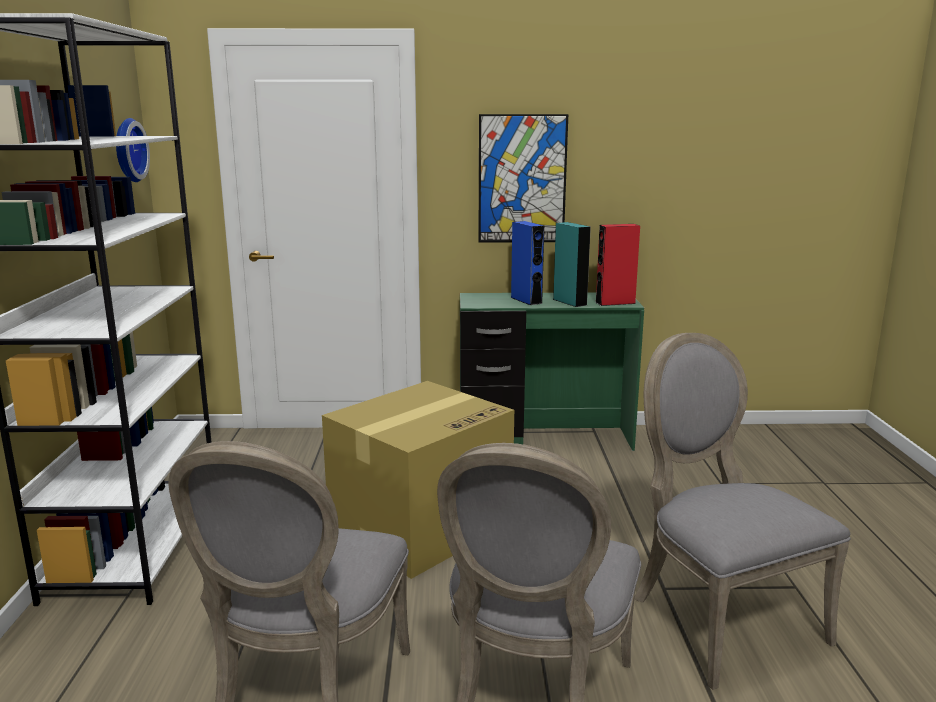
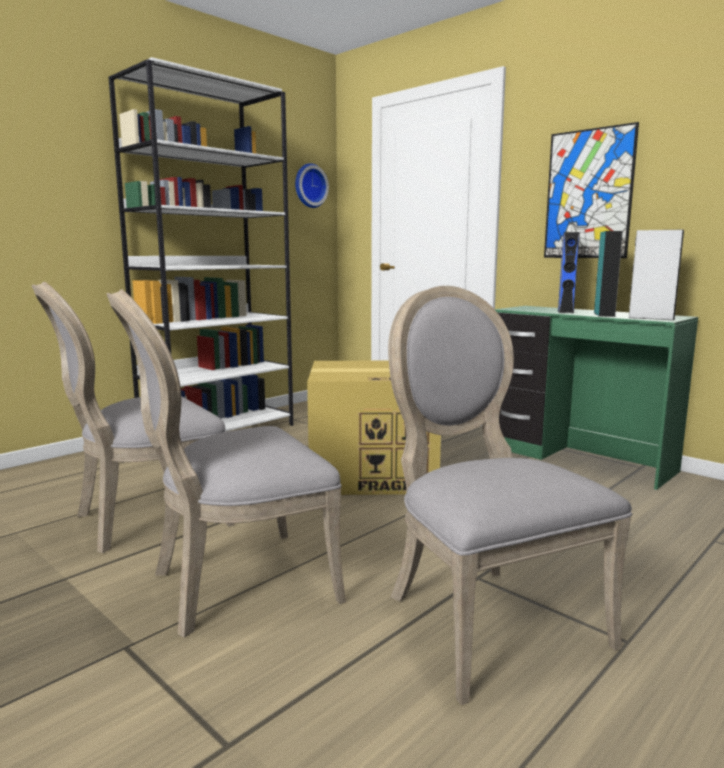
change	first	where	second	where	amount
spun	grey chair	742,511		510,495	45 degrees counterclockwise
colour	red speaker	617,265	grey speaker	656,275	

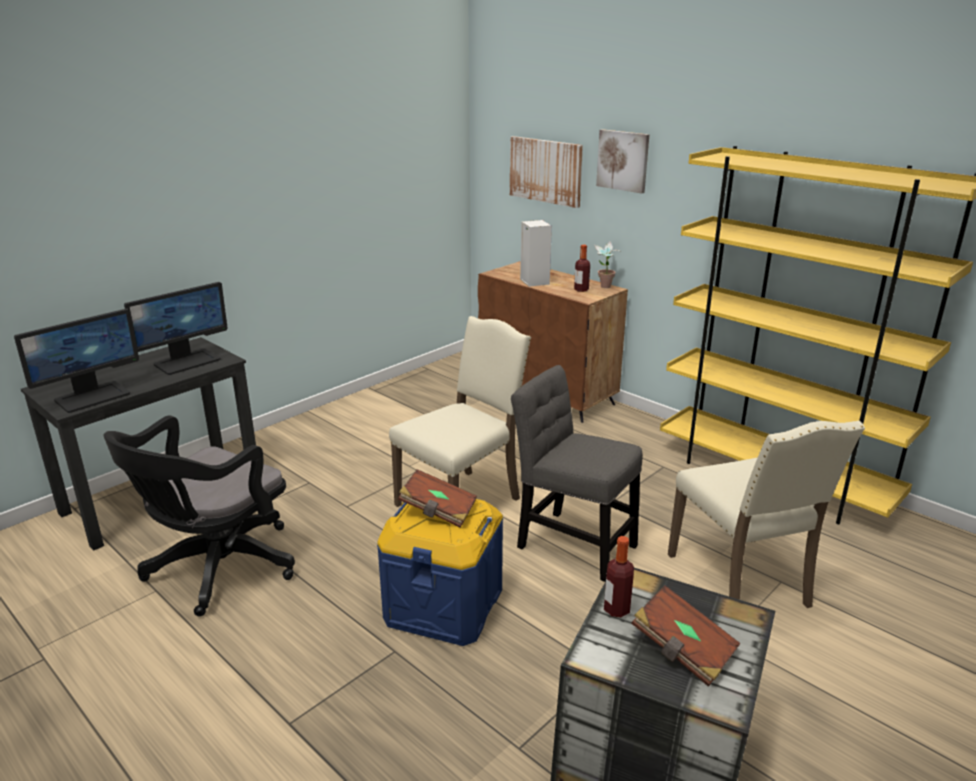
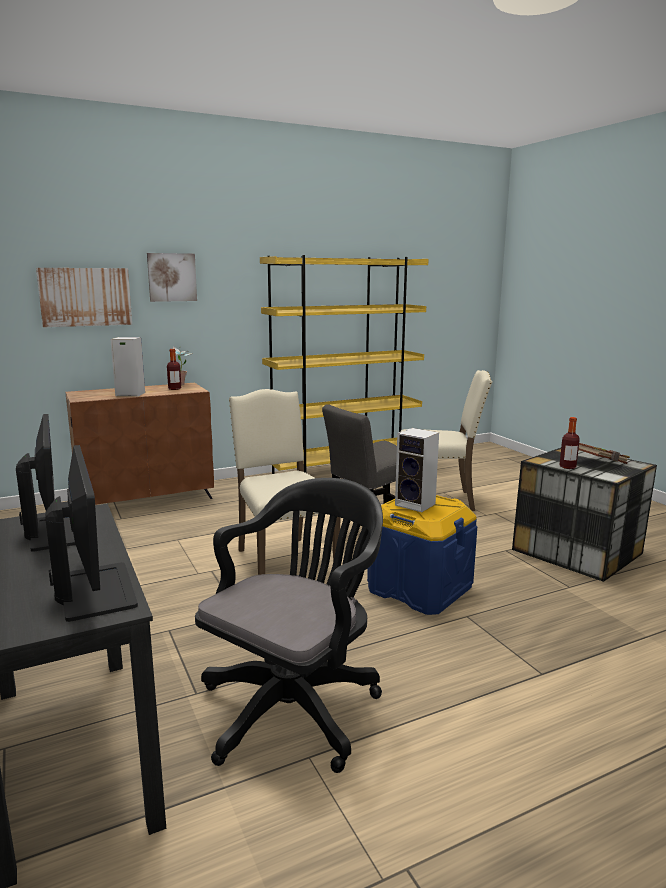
change	first	where	second	where	amount
spun	black office chair	199,516		289,625	105 degrees counterclockwise
exchanged	brown book	437,498	speaker	417,470	

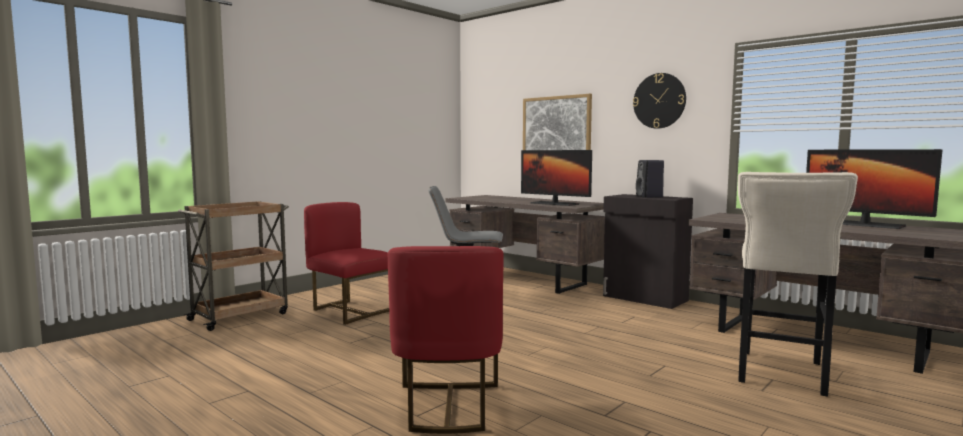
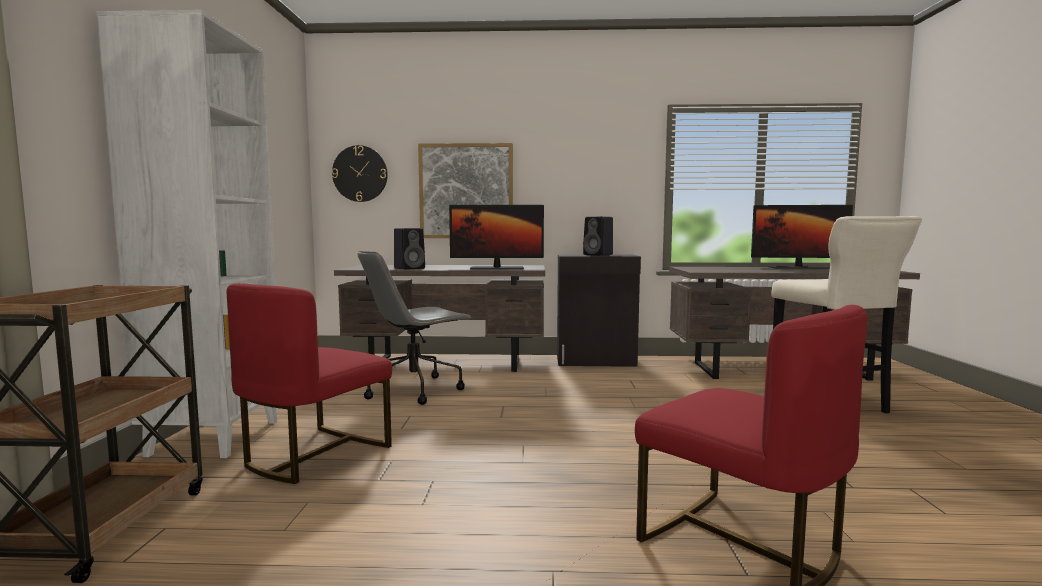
change	first	where	second	where	amount
appeared			white bookcase	186,234	
spun	red chair	346,263		309,383	60 degrees counterclockwise
relocated	wall clock	659,101		360,173	
appeared			black speaker	409,249	

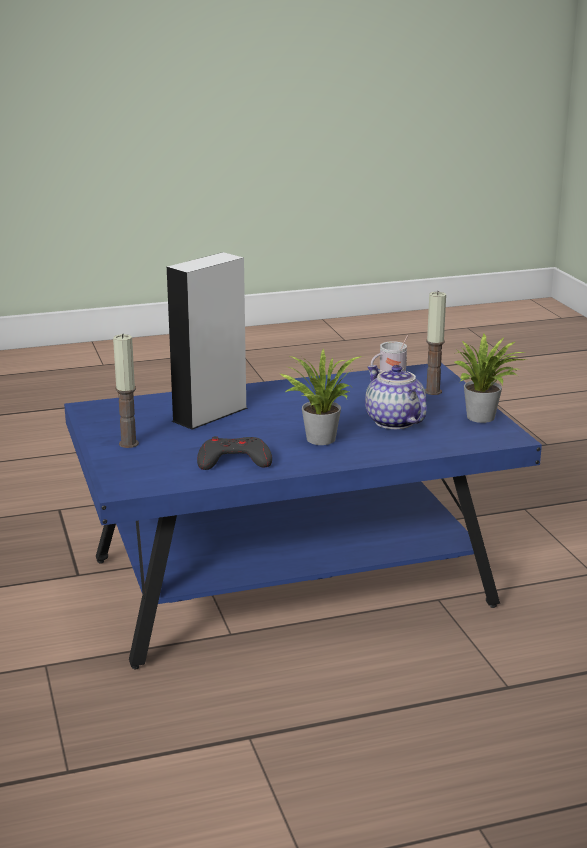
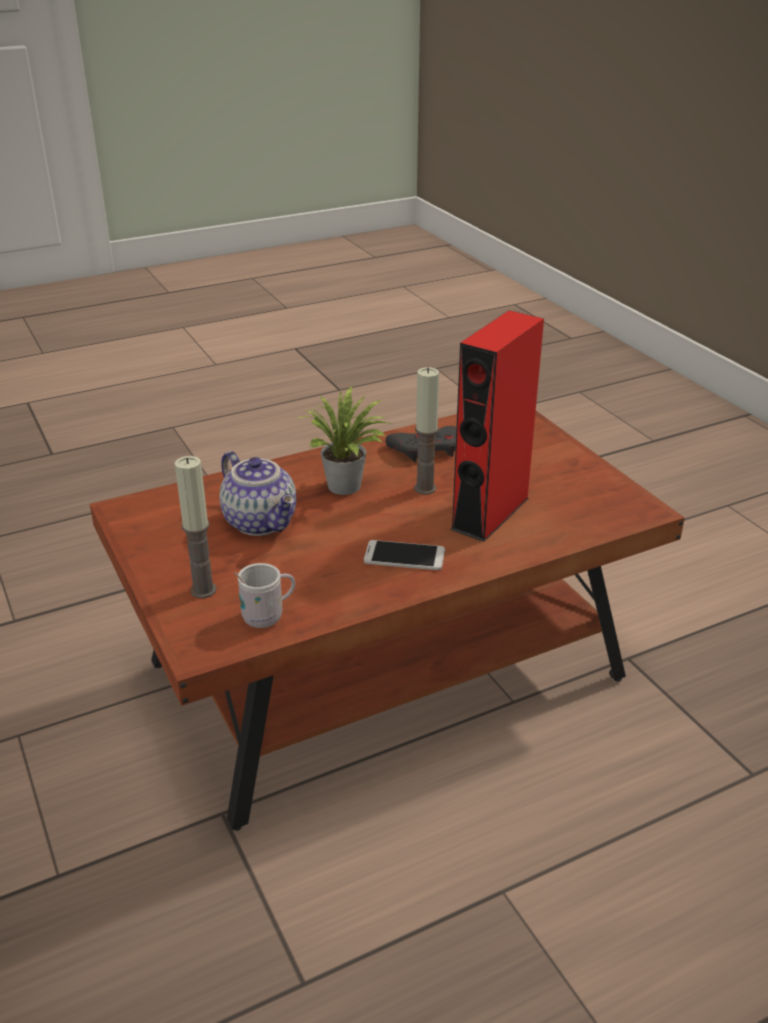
change	first	where	second	where	amount
colour	blue coffee table	303,516	brown coffee table	387,621	
appeared			phone	404,555	
relocated	candle	126,391		426,430	
colour	white speaker	207,341	red speaker	497,426	
missing	potted plant	490,378			

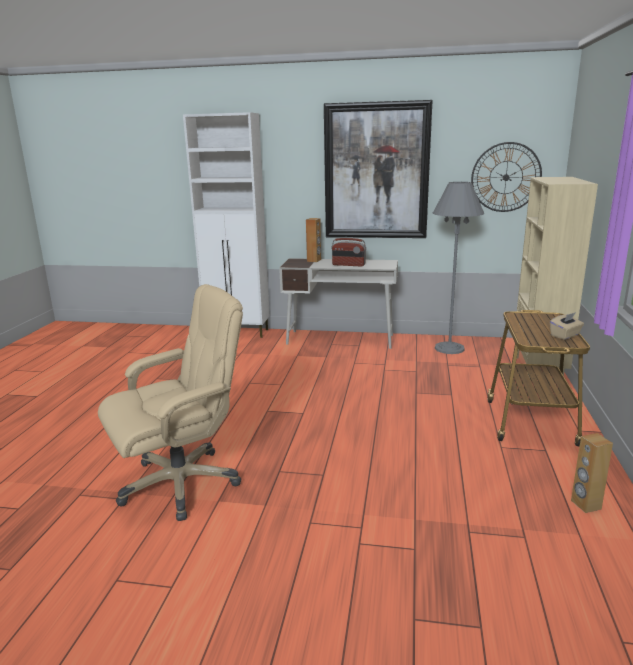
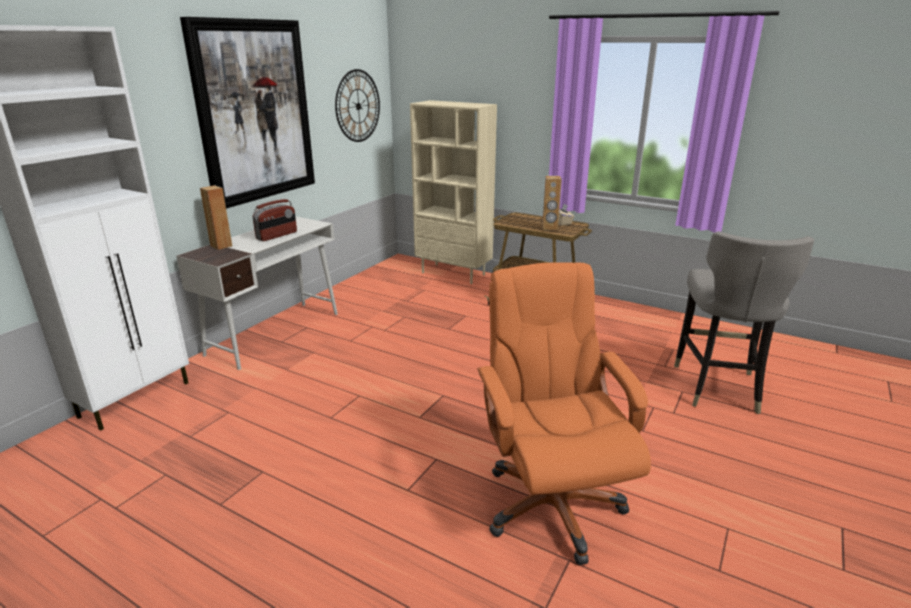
change	first	where	second	where	amount
colour	beige office chair	170,402	orange office chair	564,413	
relocated	brown speaker	592,473		552,203	
appeared			grey stool	744,322	
missing	grey floor lamp	458,268			

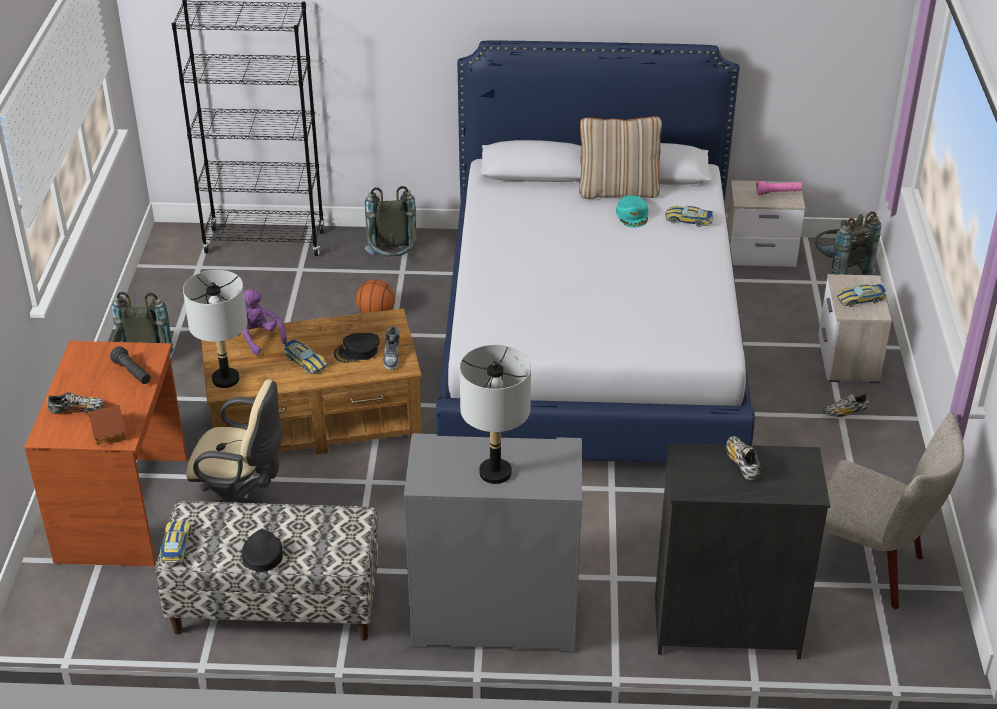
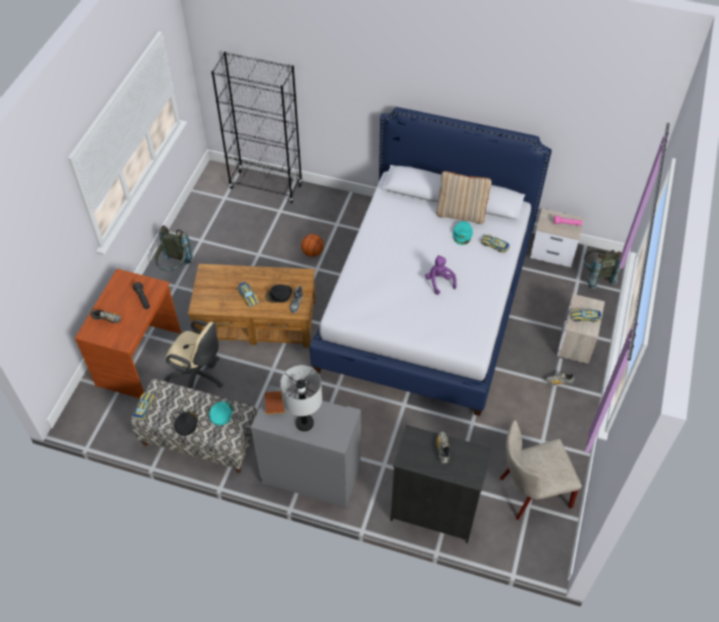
change	first	where	second	where	amount
appeared			turquoise cap	221,413	
relocated	toy house	107,425		274,402	
relocated	purple plush toy	262,322		441,275	
spun	beige chair	894,510		541,470	120 degrees clockwise
missing	grey table lamp	215,329			
missing	grey backpack	391,221			

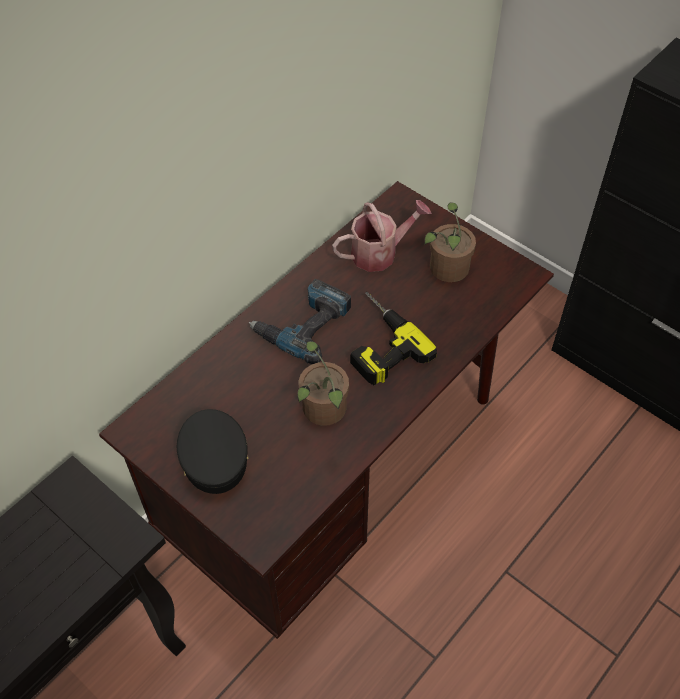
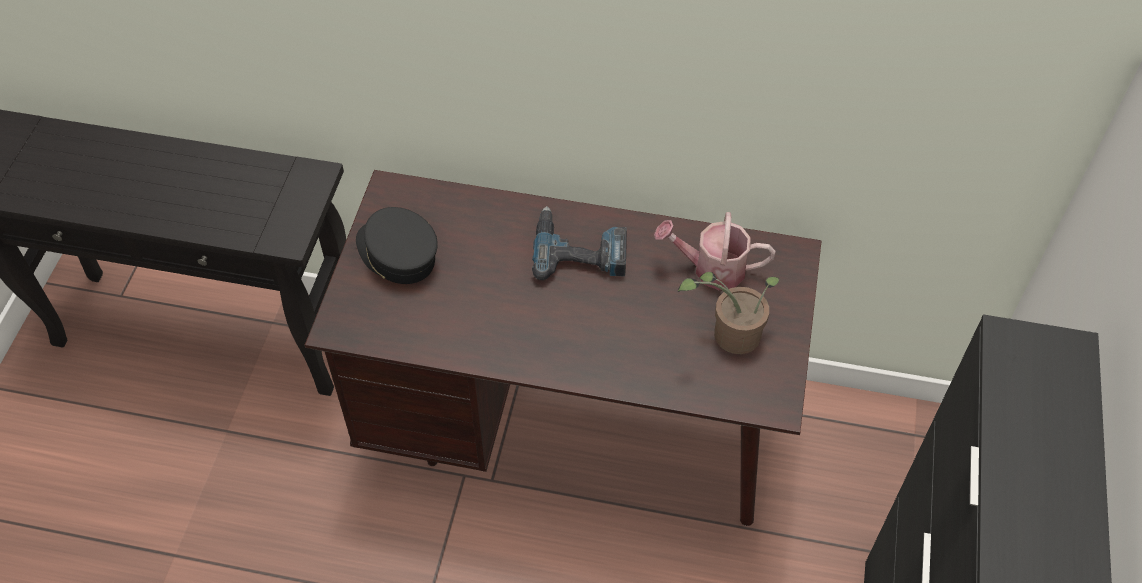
change	first	where	second	where	amount
spun	black cap	213,451		397,245	90 degrees counterclockwise
spun	watering can	382,236		714,251	150 degrees clockwise
missing	potted plant	323,383			
missing	power drill	393,338			

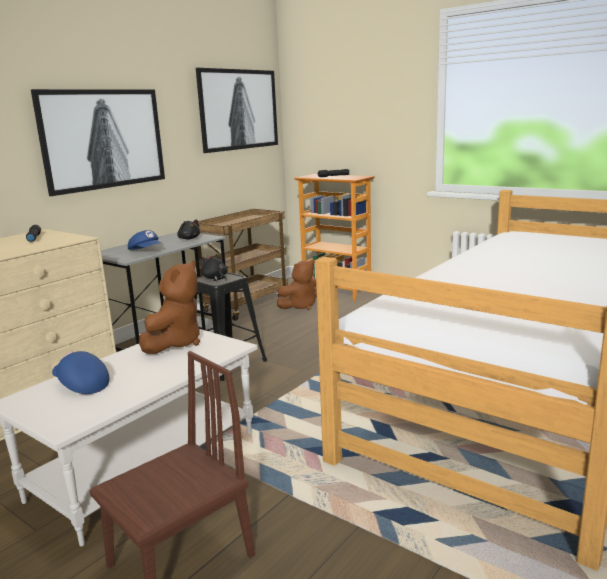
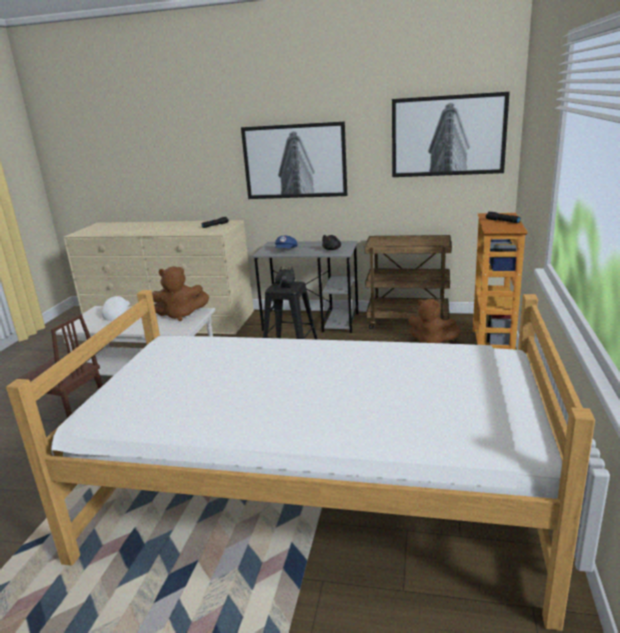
change	first	where	second	where	amount
colour	blue cap	81,372	white cap	116,308	

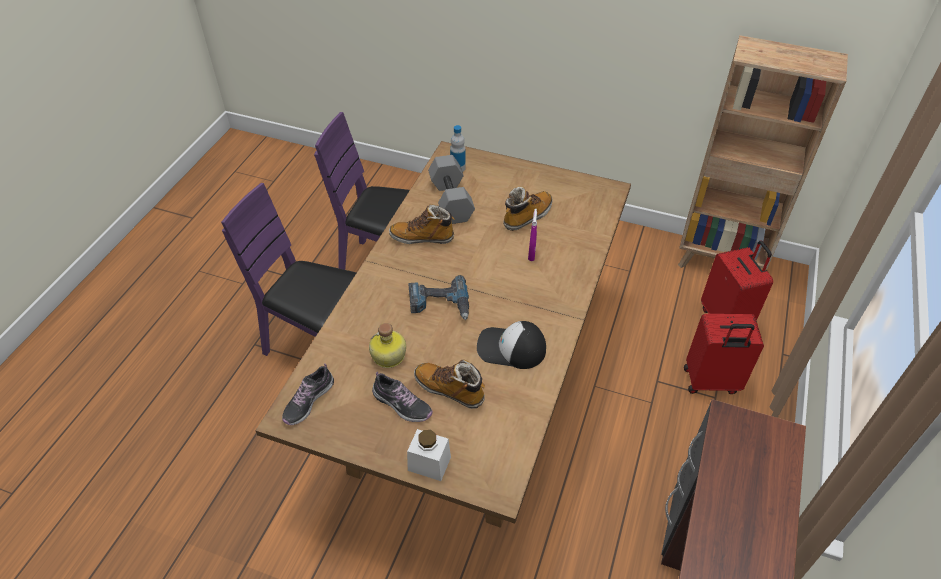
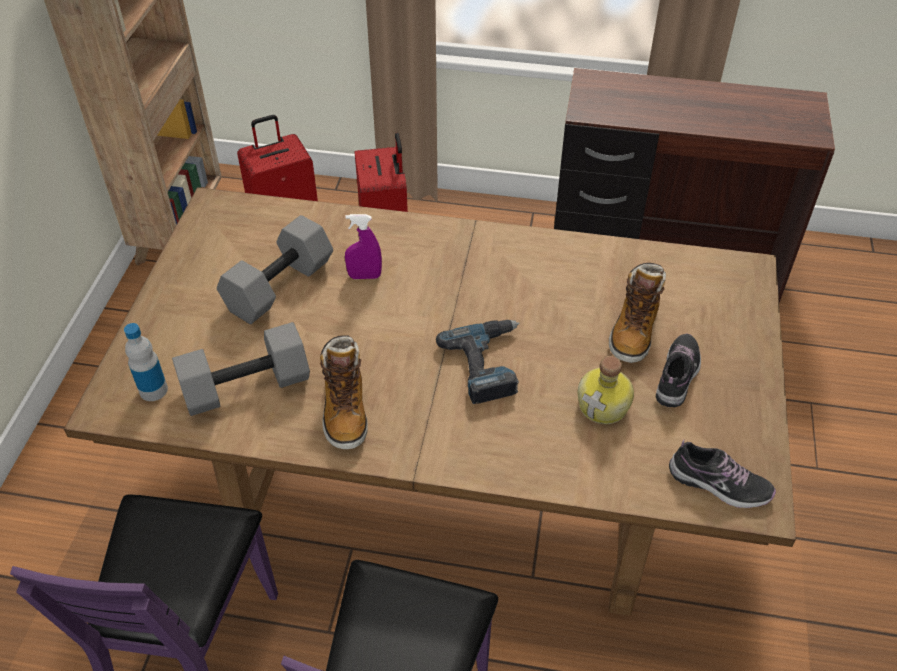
change	first	where	second	where	amount
exchanged	boot	528,208	grey dumbbell	275,269	
missing	white jar	429,455			
missing	cap	511,345			

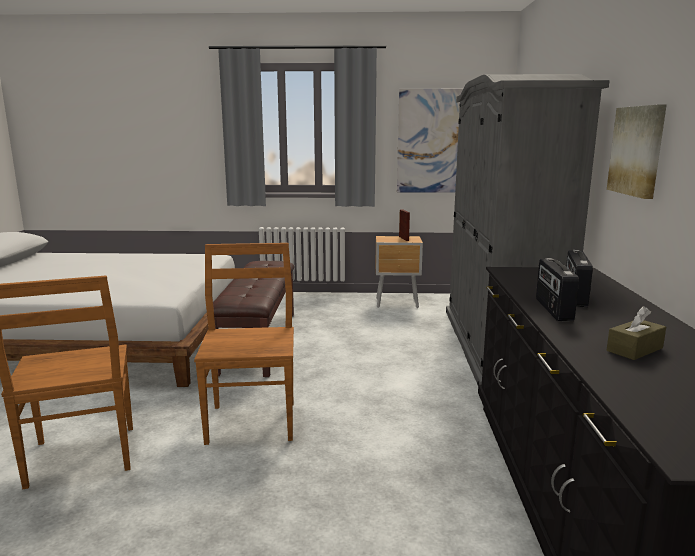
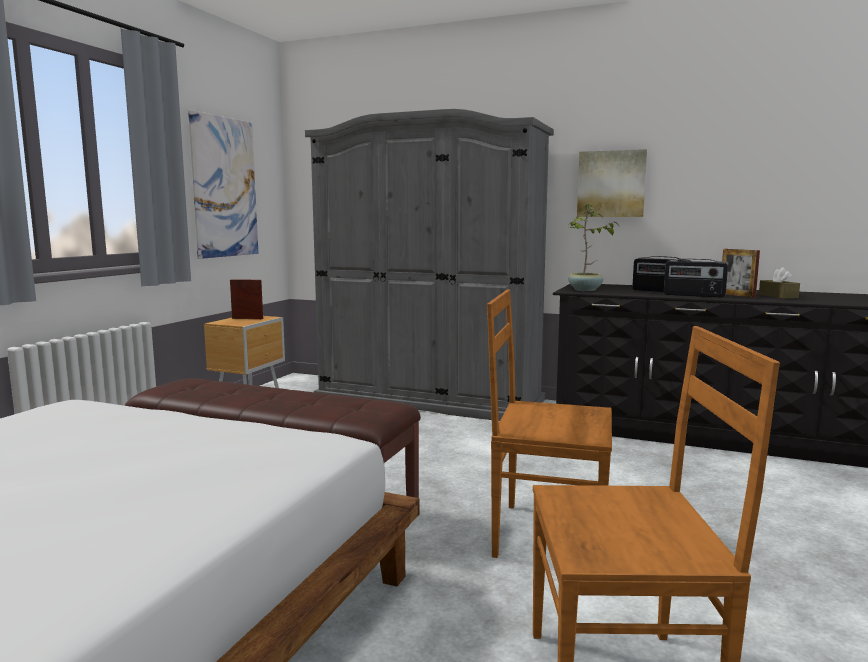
change	first	where	second	where	amount
appeared			potted plant	592,247	
appeared			picture frame	741,273	

